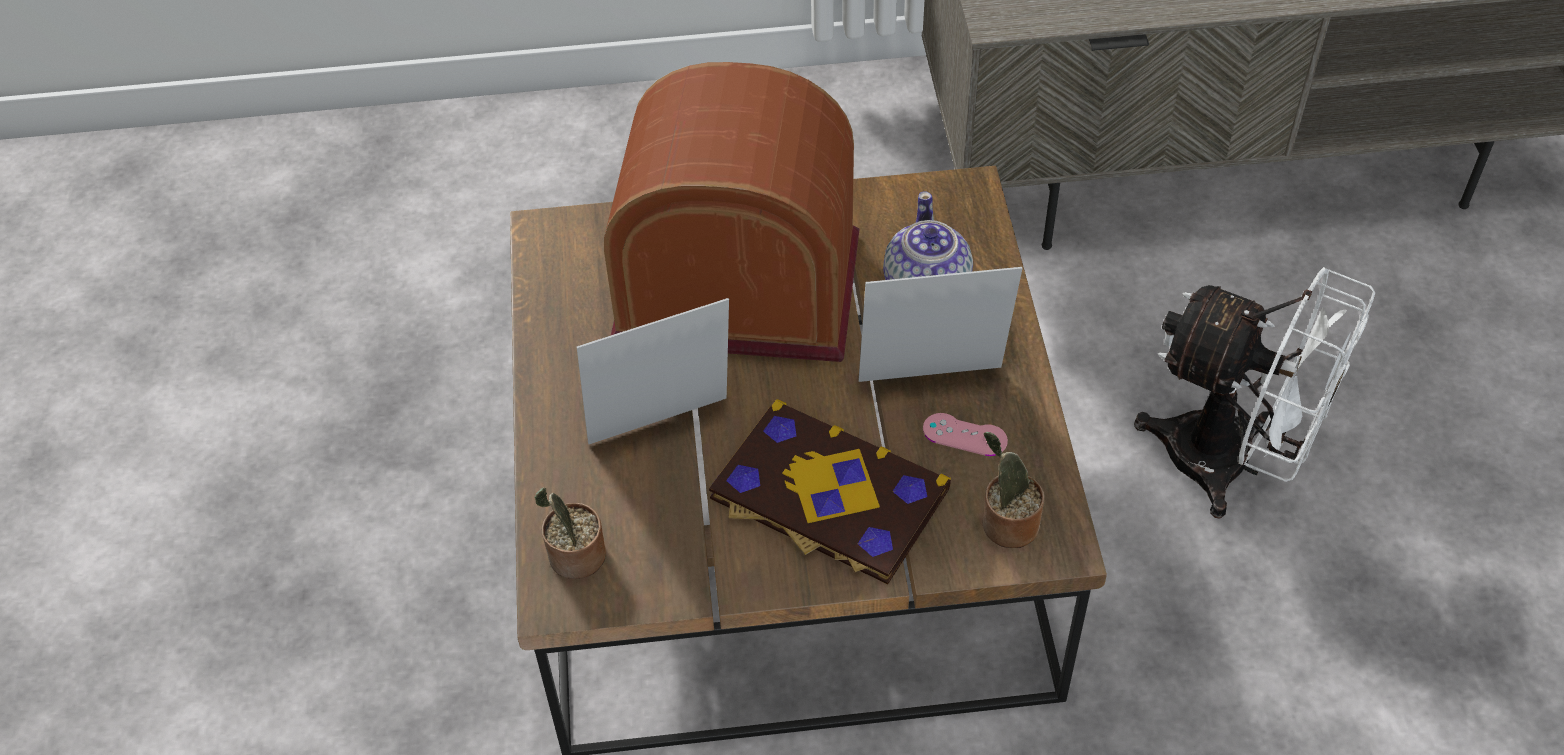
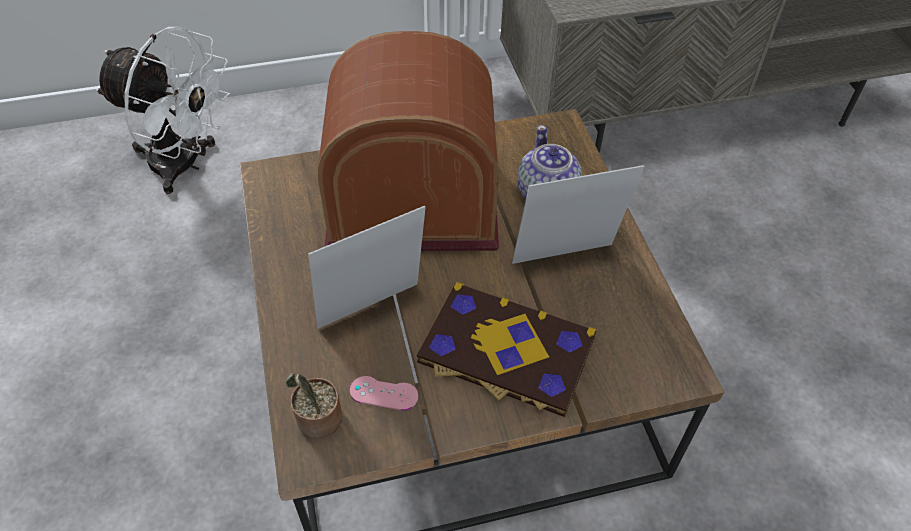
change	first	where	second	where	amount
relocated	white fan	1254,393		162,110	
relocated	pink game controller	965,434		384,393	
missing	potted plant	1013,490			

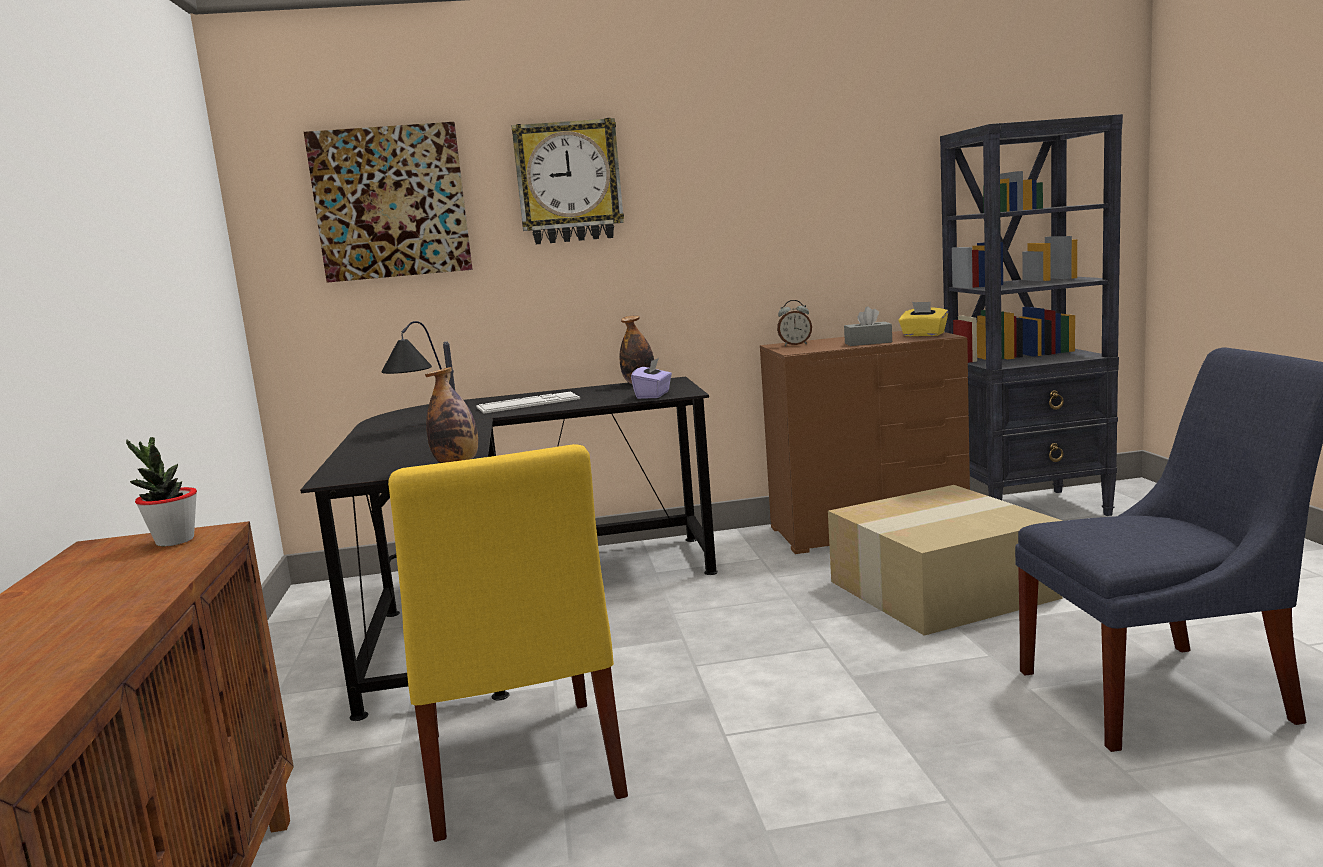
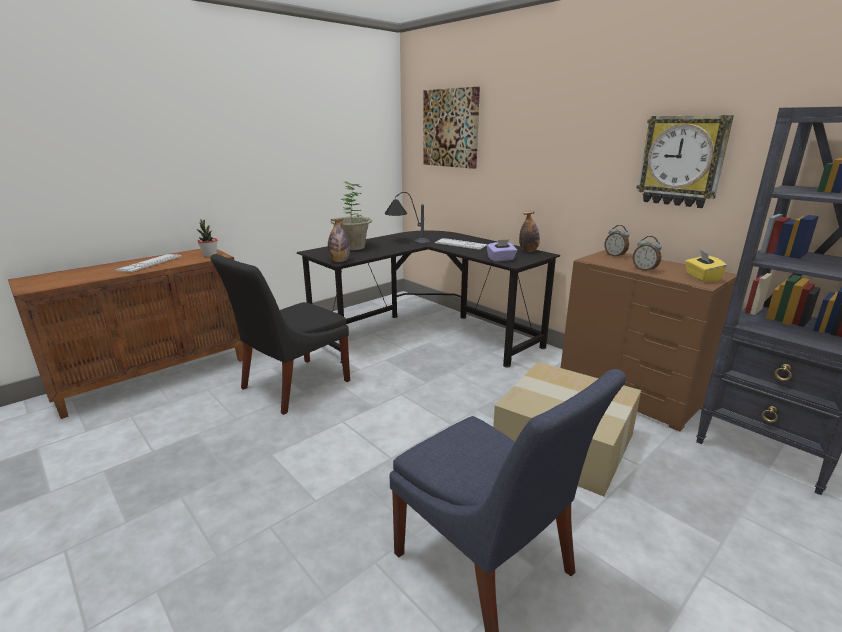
change	first	where	second	where	amount
appeared			keyboard	148,263	
colour	yellow chair	508,643	black chair	280,334	
appeared			potted plant	351,216	
exchanged	grey tissue box	868,326	alarm clock	647,254	
relocated	wall clock	568,181		685,161	

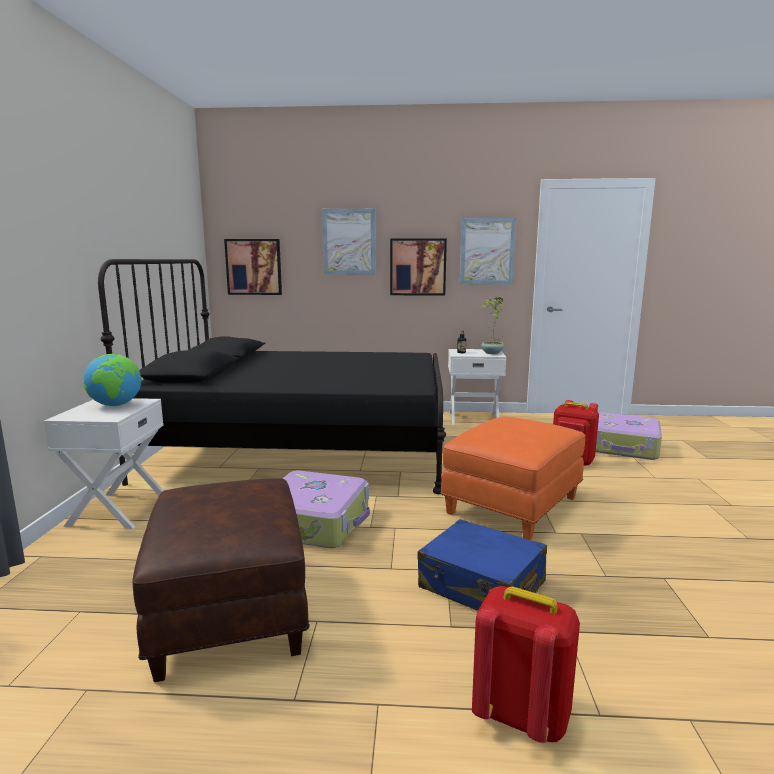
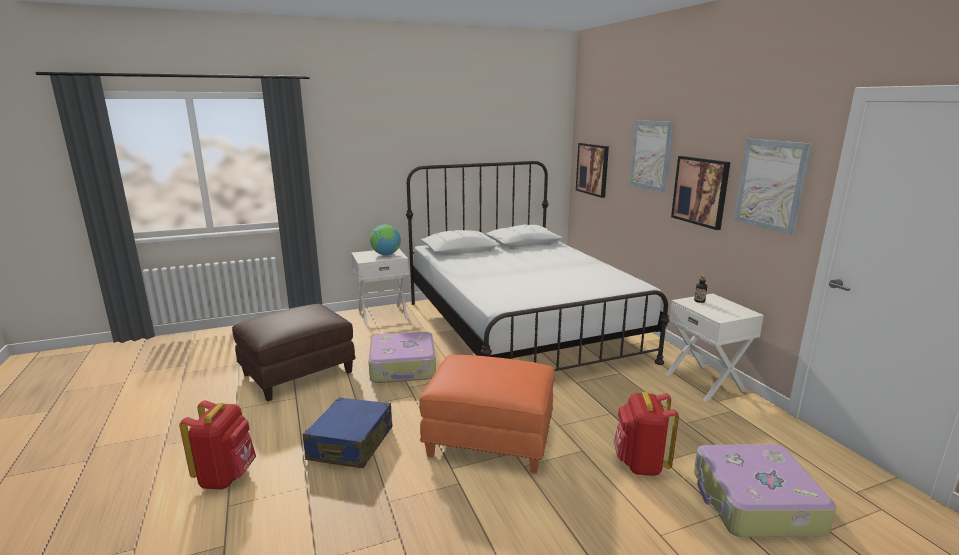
change	first	where	second	where	amount
colour	black bed	272,376	white bed	537,266	
missing	potted plant	492,325			

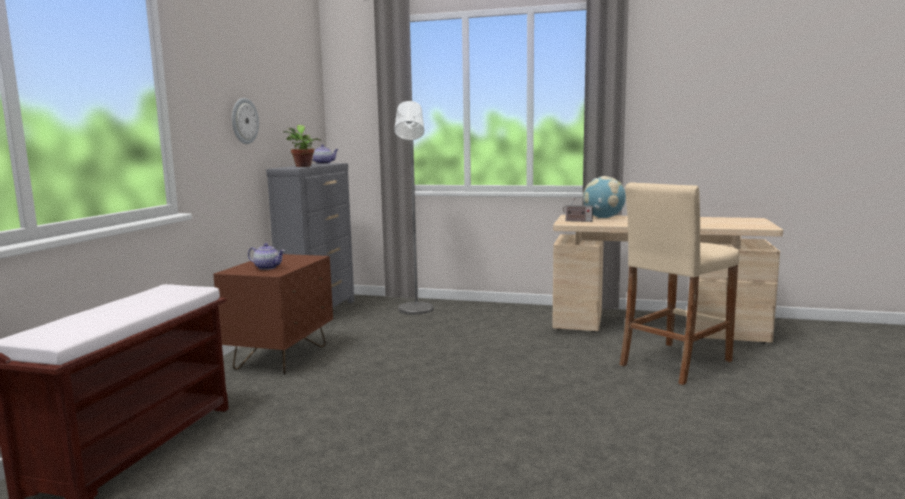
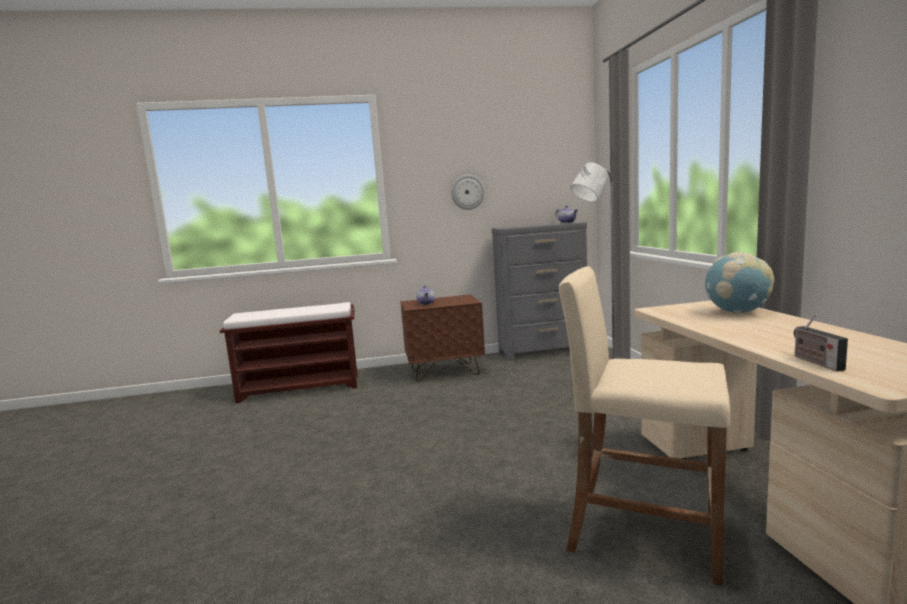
change	first	where	second	where	amount
relocated	radio	578,209		821,342	
missing	potted plant	302,146			

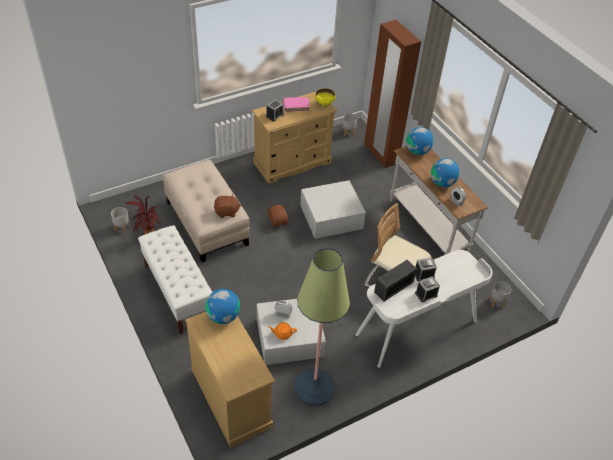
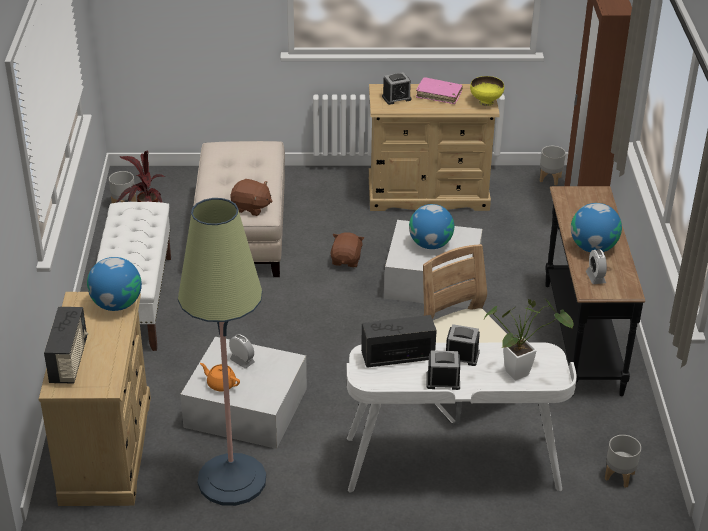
change	first	where	second	where	amount
appeared			radio	66,345	
relocated	globe	420,141		431,226	
appeared			potted plant	528,339	
colour	white console table	439,200	black console table	595,291	

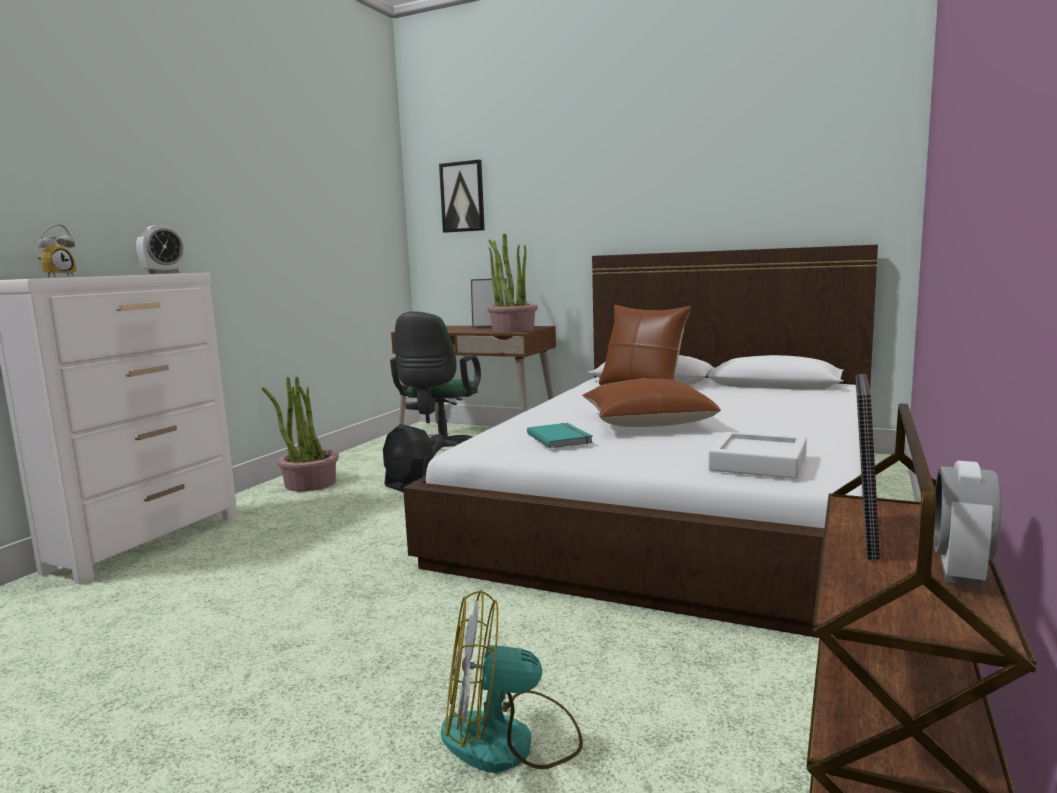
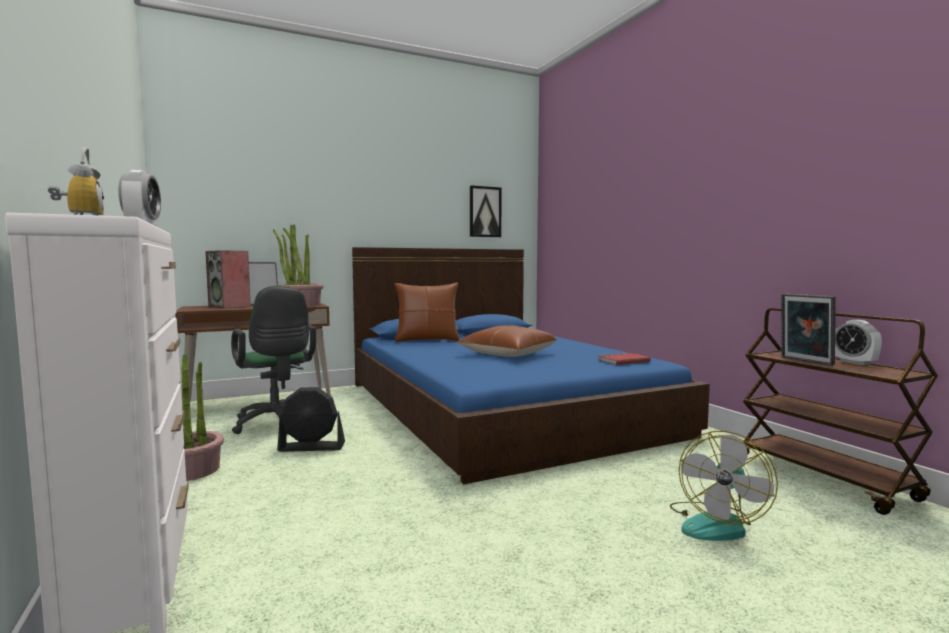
change	first	where	second	where	amount
appeared			speaker	228,279	
colour	white bed	640,441	blue bed	531,365	
relocated	picture	462,196		486,211	
exchanged	white tray	758,455	red book	624,359	
missing	turquoise book	560,435			

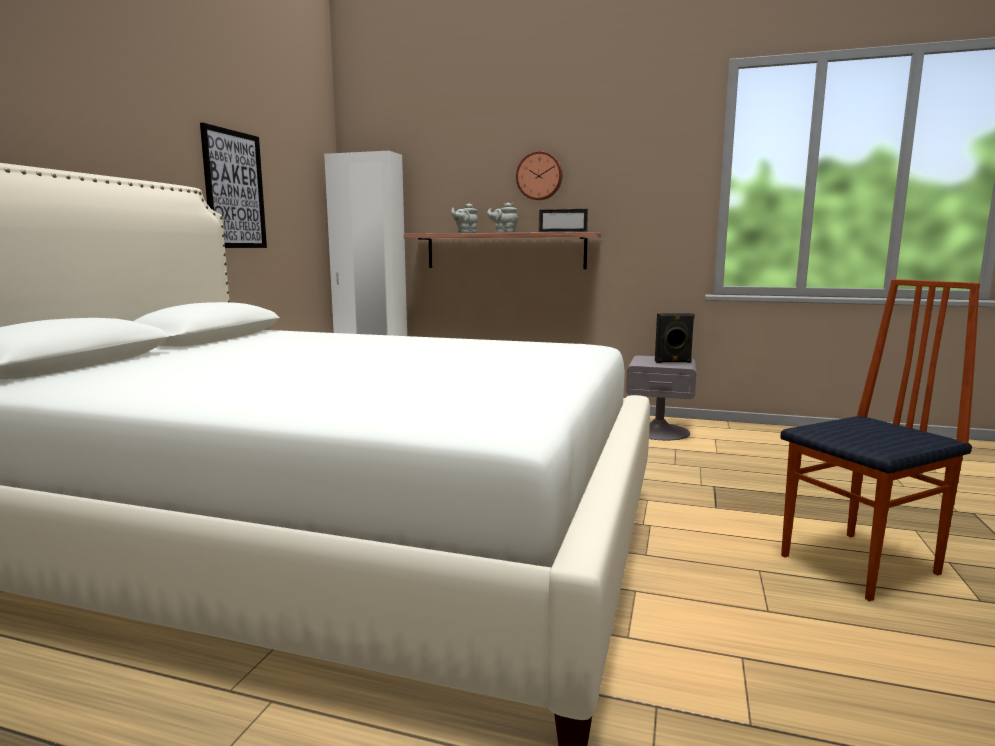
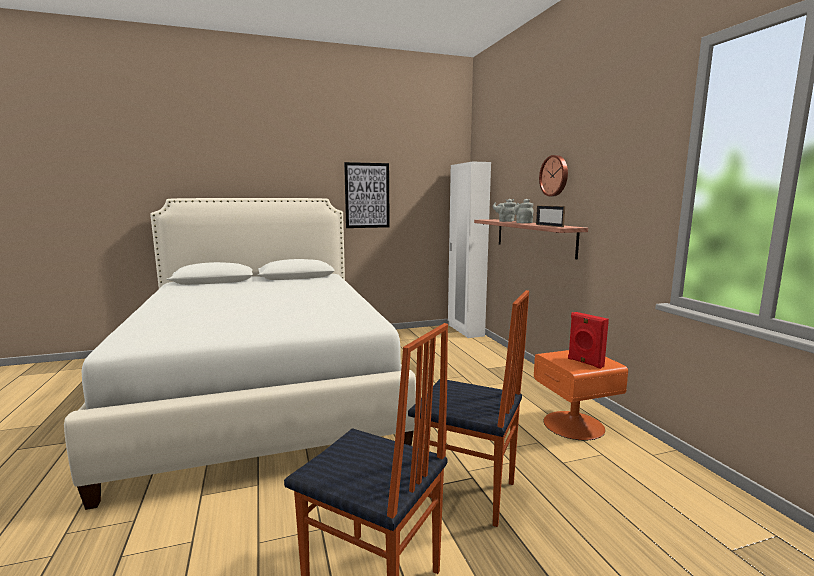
change	first	where	second	where	amount
appeared			chair	468,408	
colour	grey nightstand	661,397	orange nightstand	581,395	
colour	black speaker	675,338	red speaker	588,340	

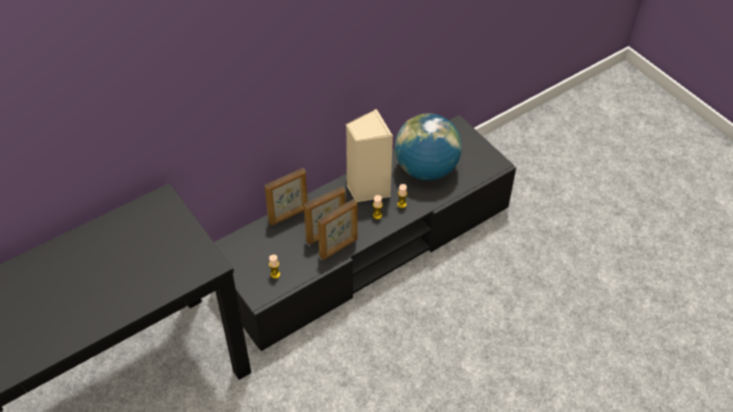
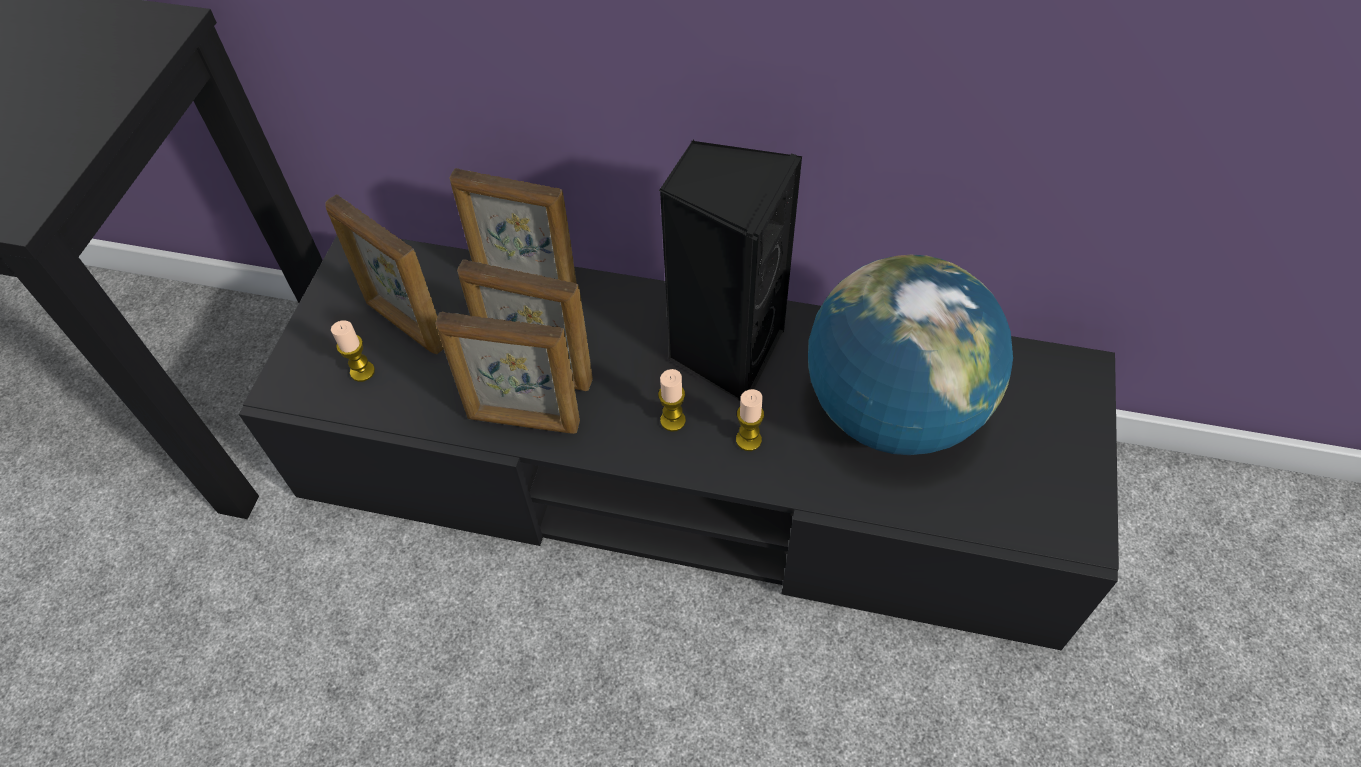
change	first	where	second	where	amount
appeared			picture frame	384,274	
colour	beige speaker	369,155	black speaker	730,270	

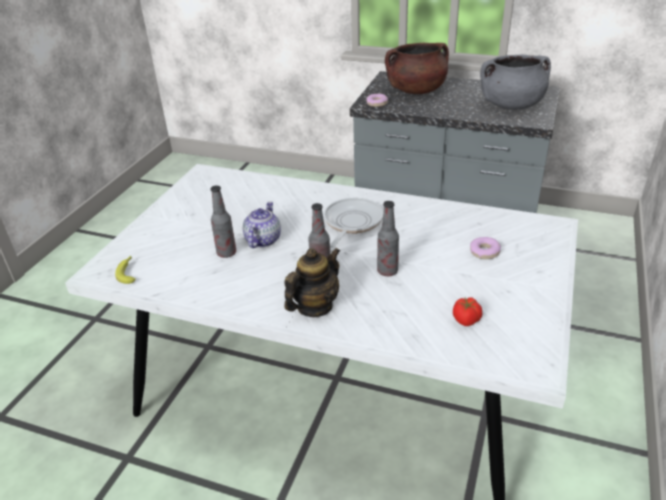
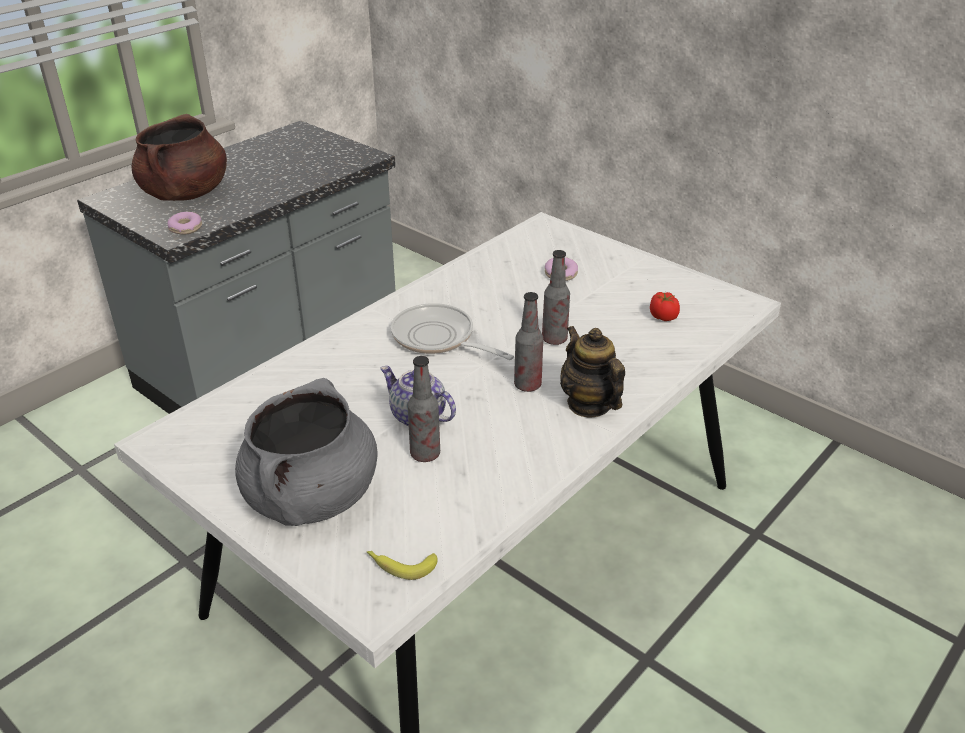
change	first	where	second	where	amount
relocated	grey cooking pot	515,82		306,452	

